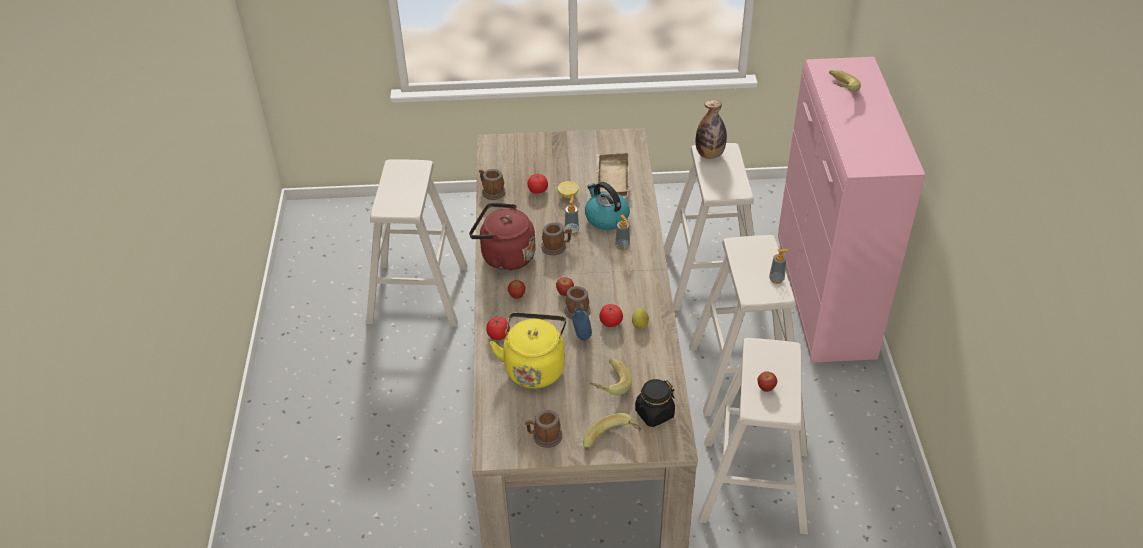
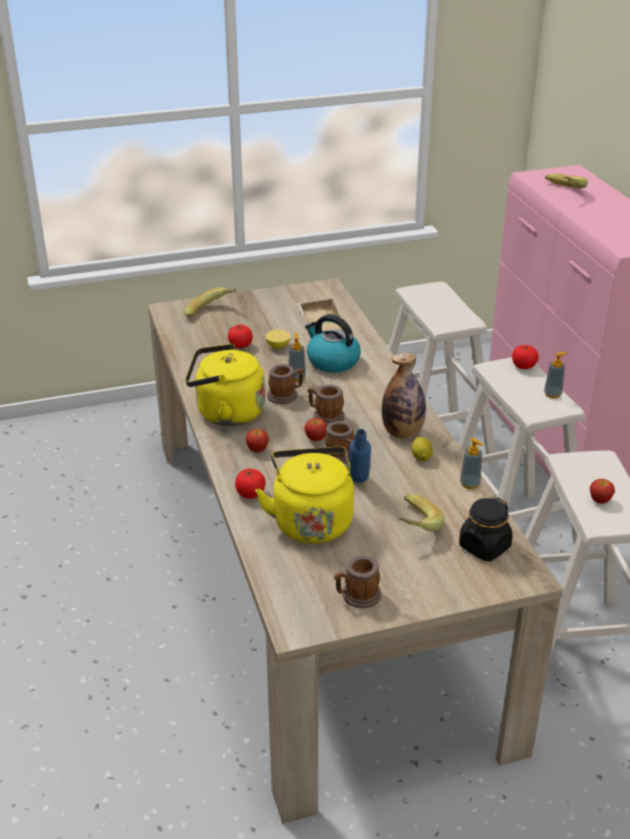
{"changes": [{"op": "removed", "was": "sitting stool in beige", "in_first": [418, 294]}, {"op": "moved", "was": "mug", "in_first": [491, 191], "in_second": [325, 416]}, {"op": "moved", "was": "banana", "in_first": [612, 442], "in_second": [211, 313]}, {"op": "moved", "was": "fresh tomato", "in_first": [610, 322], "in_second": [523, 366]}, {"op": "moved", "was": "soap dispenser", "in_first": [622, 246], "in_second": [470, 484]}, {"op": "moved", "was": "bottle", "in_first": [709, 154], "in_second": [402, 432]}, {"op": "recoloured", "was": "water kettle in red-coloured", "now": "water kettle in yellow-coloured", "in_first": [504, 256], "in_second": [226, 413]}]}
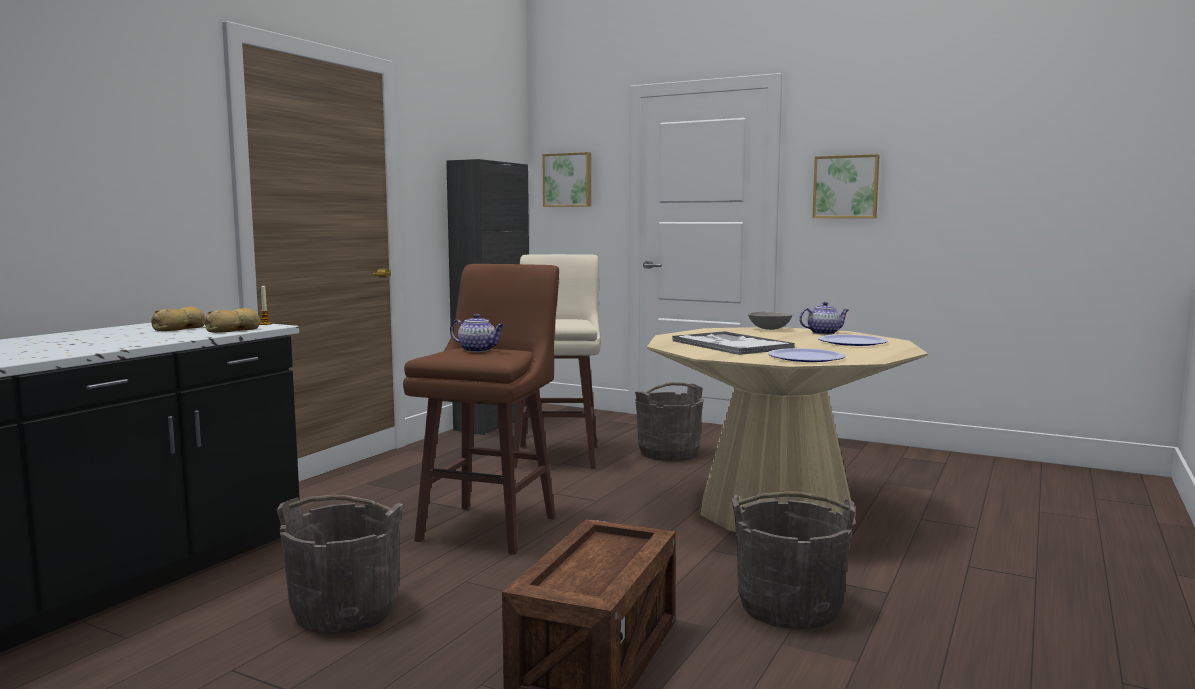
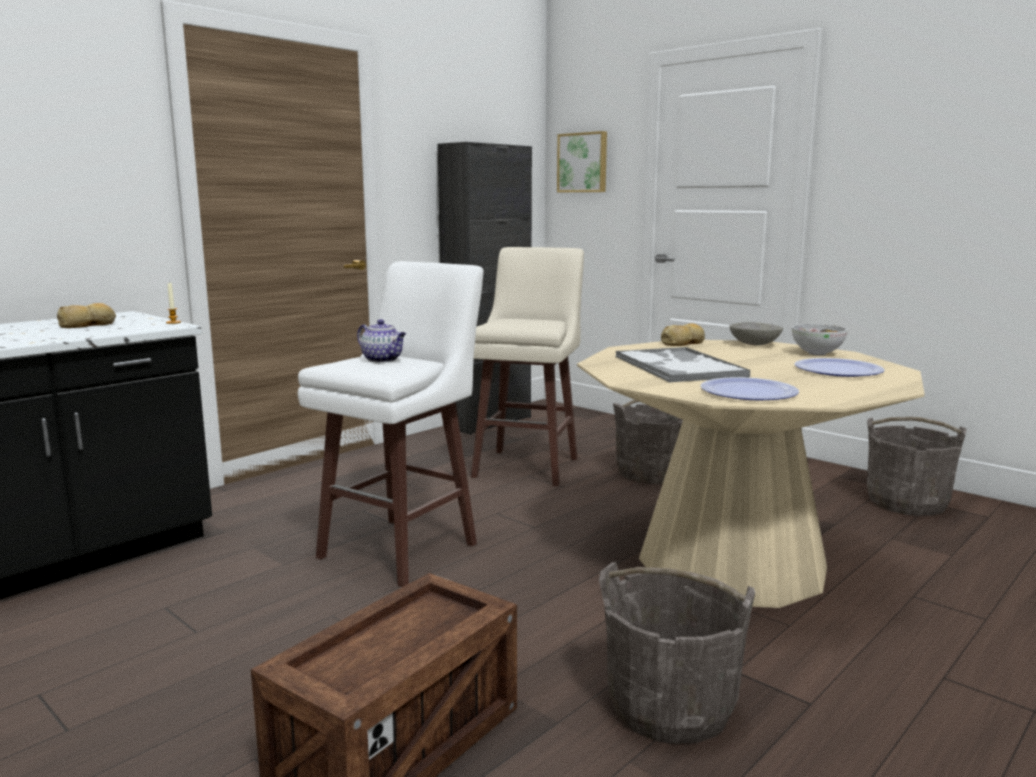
{"changes": [{"op": "removed", "was": "wall picture", "in_first": [846, 187]}, {"op": "moved", "was": "baked bread", "in_first": [234, 330], "in_second": [683, 343]}, {"op": "moved", "was": "water bucket in gray", "in_first": [346, 611], "in_second": [907, 502]}, {"op": "replaced", "was": "pot for tea", "now": "serving bowl", "in_first": [824, 333], "in_second": [817, 353]}, {"op": "recoloured", "was": "sitting stool in brown-coloured", "now": "sitting stool in white", "in_first": [491, 527], "in_second": [402, 549]}]}
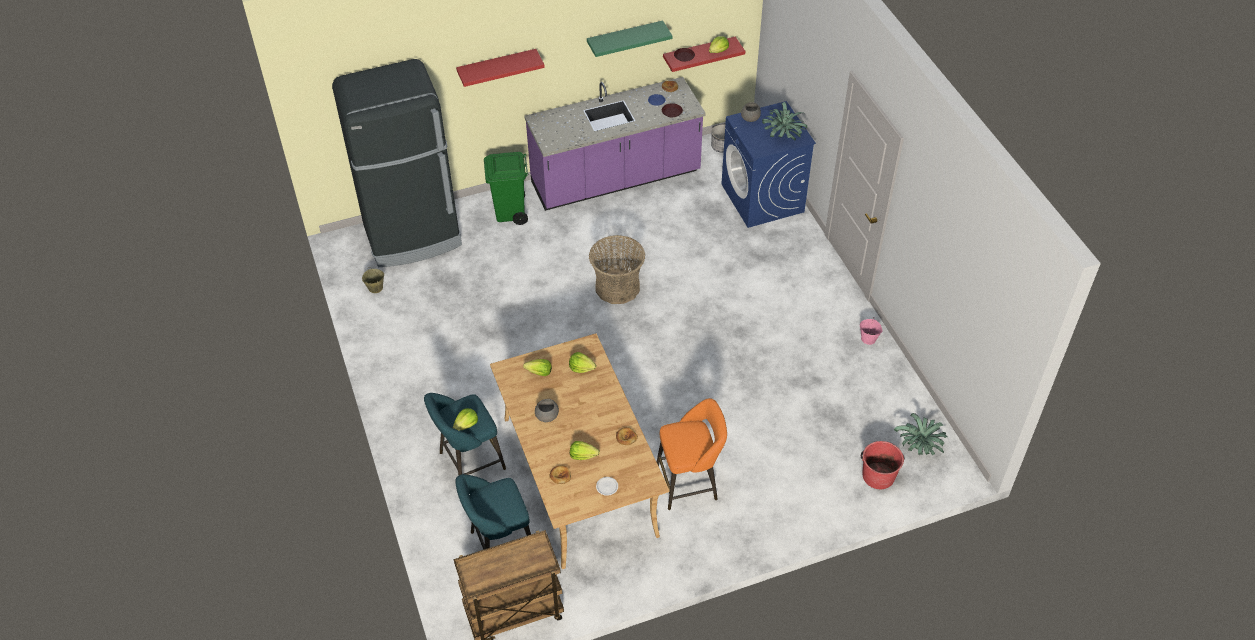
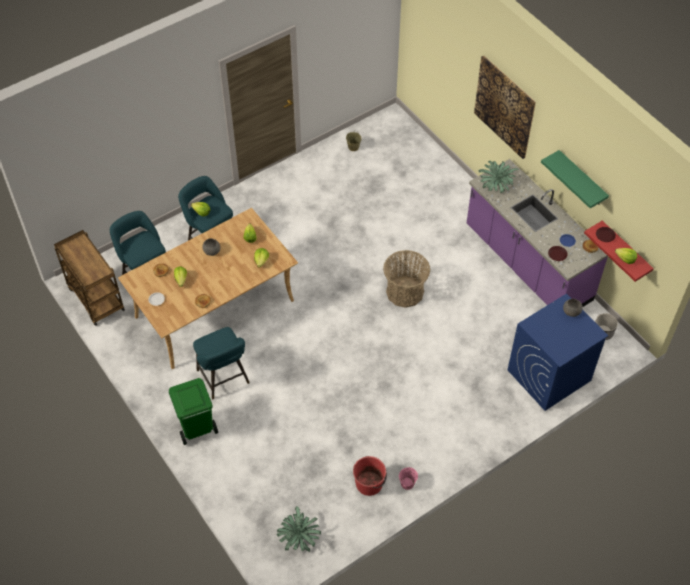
{"changes": [{"op": "removed", "was": "kitchen fridge in black", "in_first": [413, 236]}, {"op": "moved", "was": "trash can in green", "in_first": [510, 212], "in_second": [196, 428]}, {"op": "moved", "was": "houseplant", "in_first": [783, 136], "in_second": [496, 186]}, {"op": "moved", "was": "water bucket in red-coloured", "in_first": [878, 475], "in_second": [369, 483]}, {"op": "replaced", "was": "wall shelf in red-coloured", "now": "wall picture", "in_first": [497, 67], "in_second": [504, 107]}, {"op": "recoloured", "was": "sitting stool in orangey", "now": "sitting stool in turquoise", "in_first": [690, 483], "in_second": [224, 379]}]}
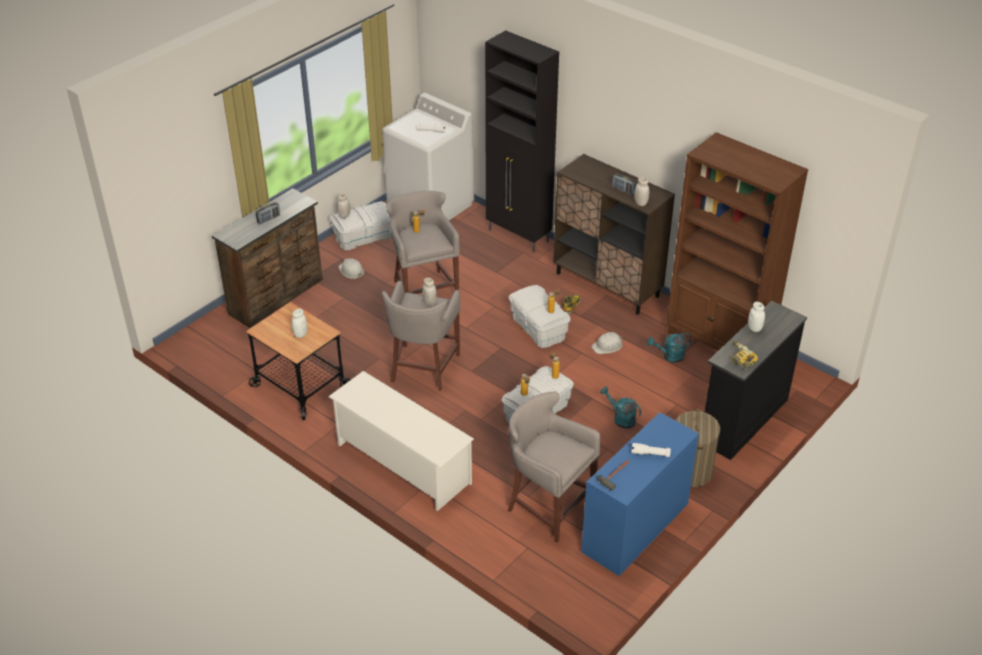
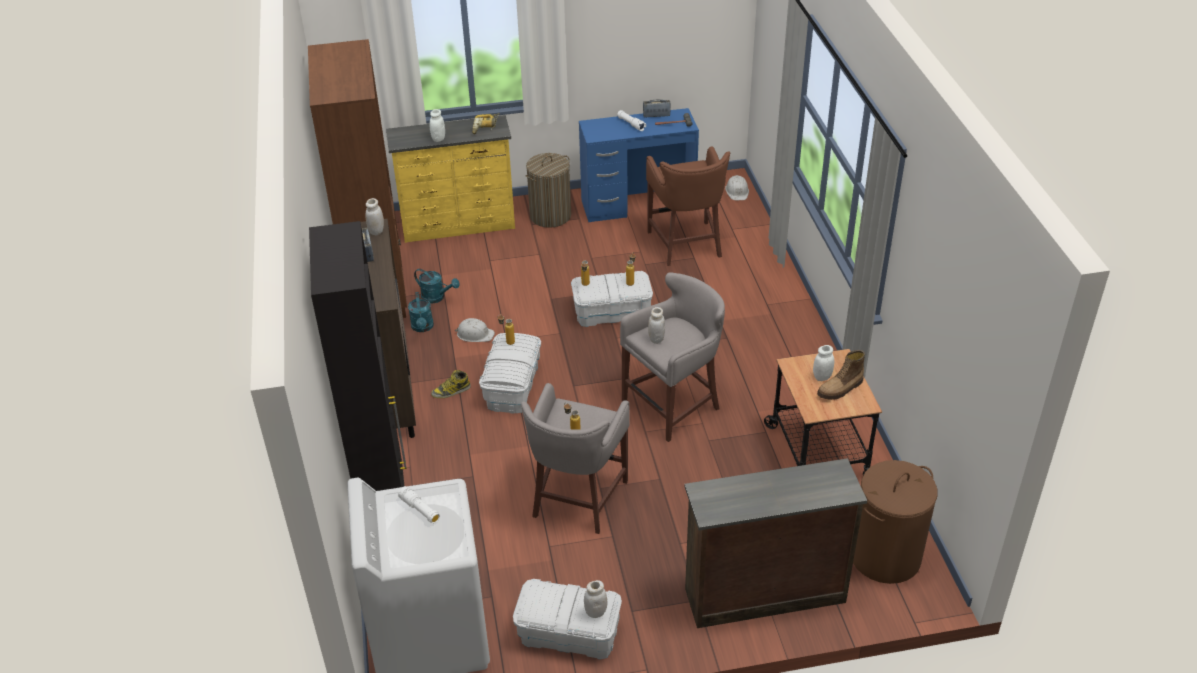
{"changes": [{"op": "removed", "was": "shoe stand in white", "in_first": [402, 463]}, {"op": "added", "now": "high-top boot", "in_second": [841, 389]}, {"op": "added", "now": "washing basket in brown-coloured", "in_second": [885, 557]}, {"op": "moved", "was": "radio set", "in_first": [268, 219], "in_second": [656, 115]}, {"op": "moved", "was": "safety helmet in white", "in_first": [351, 271], "in_second": [737, 191]}, {"op": "moved", "was": "watering can in turquoise", "in_first": [621, 418], "in_second": [422, 327]}, {"op": "recoloured", "was": "sitting stool in gray", "now": "sitting stool in brown-coloured", "in_first": [548, 506], "in_second": [686, 245]}, {"op": "recoloured", "was": "dresser in black", "now": "dresser in yellow-coloured", "in_first": [742, 420], "in_second": [459, 226]}]}
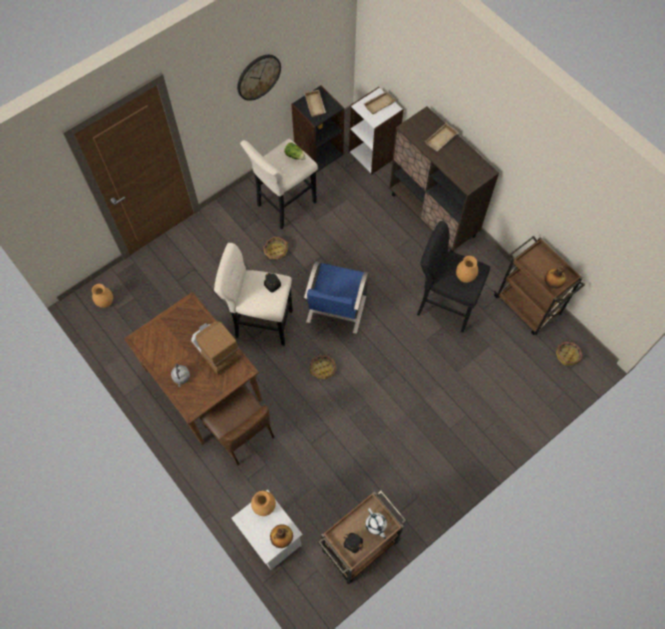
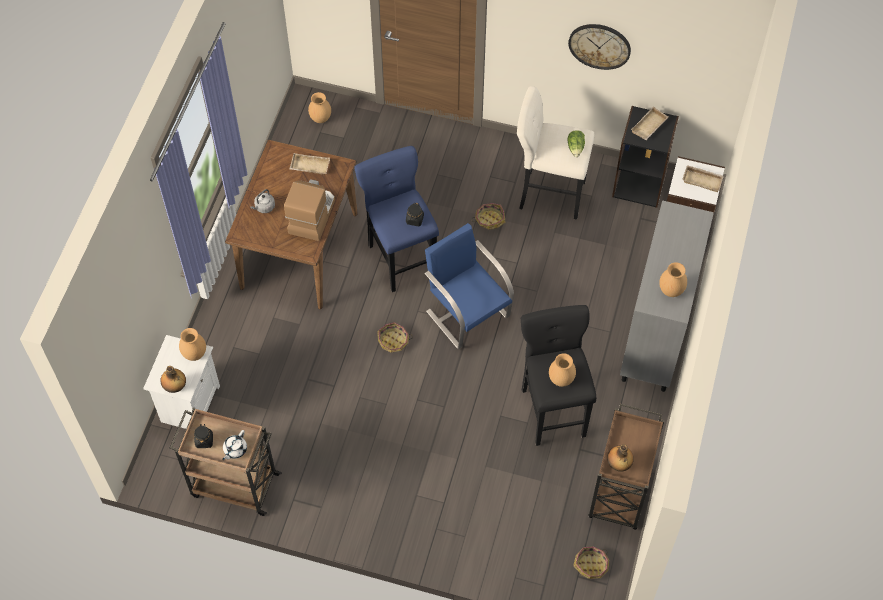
{"changes": [{"op": "removed", "was": "upright chair in brown-coloured", "in_first": [240, 432]}, {"op": "added", "now": "vase in brown-coloured", "in_second": [671, 290]}, {"op": "moved", "was": "serving tray in beige", "in_first": [441, 140], "in_second": [309, 167]}, {"op": "recoloured", "was": "sitting stool in beige", "now": "sitting stool in bluish", "in_first": [261, 322], "in_second": [400, 257]}, {"op": "recoloured", "was": "cupboard in brown-coloured", "now": "cupboard in gray", "in_first": [433, 215], "in_second": [655, 336]}, {"op": "turned", "was": "upright chair in bluish", "in_first": [335, 309], "in_second": [467, 312], "clockwise": 75}]}
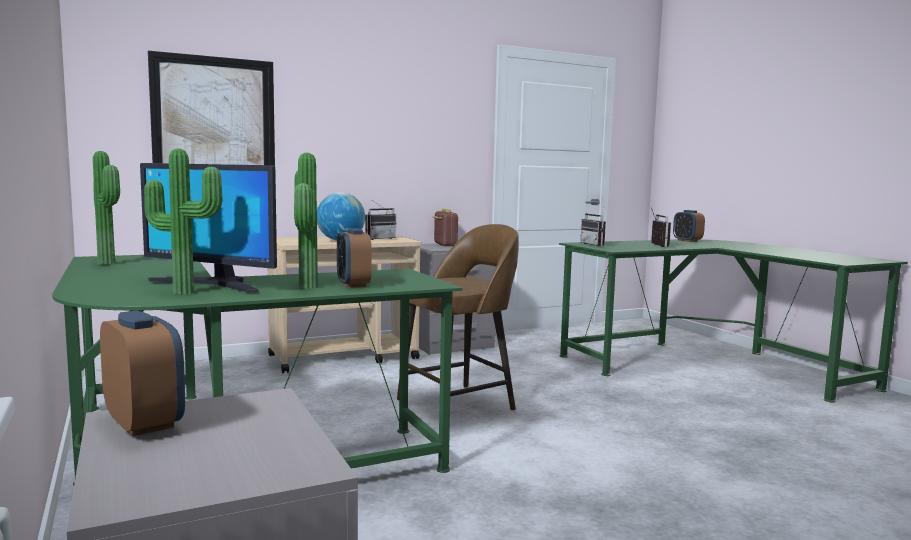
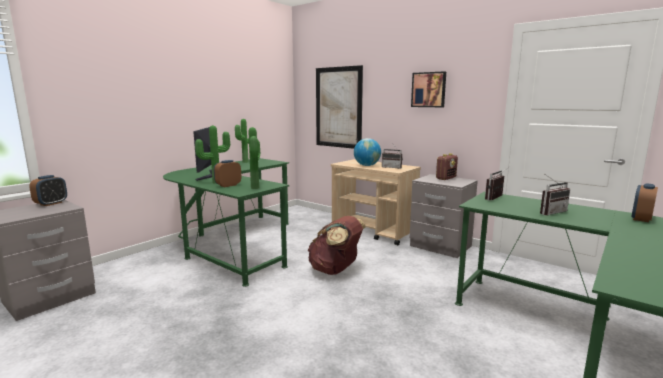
{"changes": [{"op": "added", "now": "wall picture", "in_second": [429, 89]}, {"op": "moved", "was": "houseplant", "in_first": [186, 291], "in_second": [256, 188]}, {"op": "replaced", "was": "sitting stool in brown-coloured", "now": "rucksack in brown-coloured", "in_first": [459, 404], "in_second": [335, 270]}]}
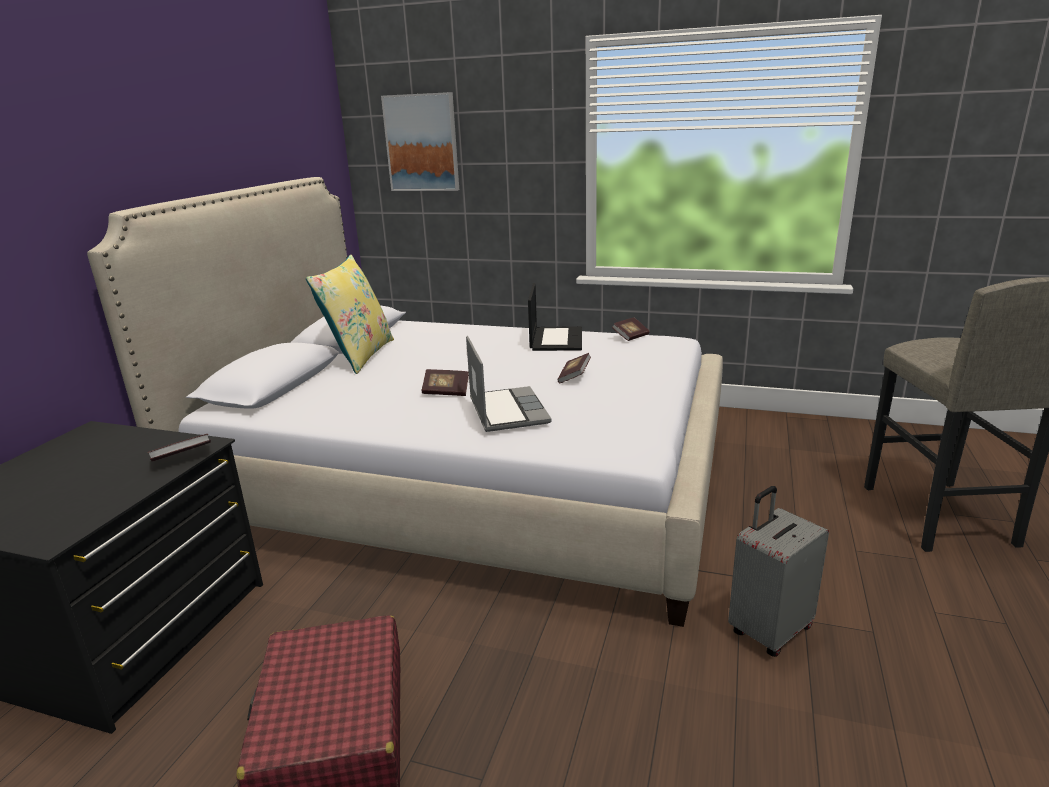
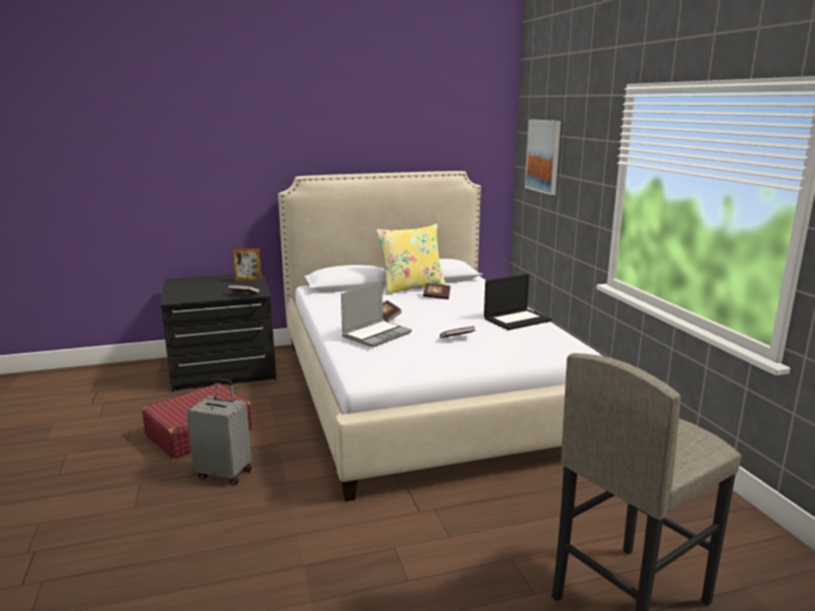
{"changes": [{"op": "added", "now": "photo frame", "in_second": [248, 280]}, {"op": "moved", "was": "bound book", "in_first": [630, 337], "in_second": [436, 297]}, {"op": "moved", "was": "travel case in gray", "in_first": [768, 630], "in_second": [225, 473]}]}
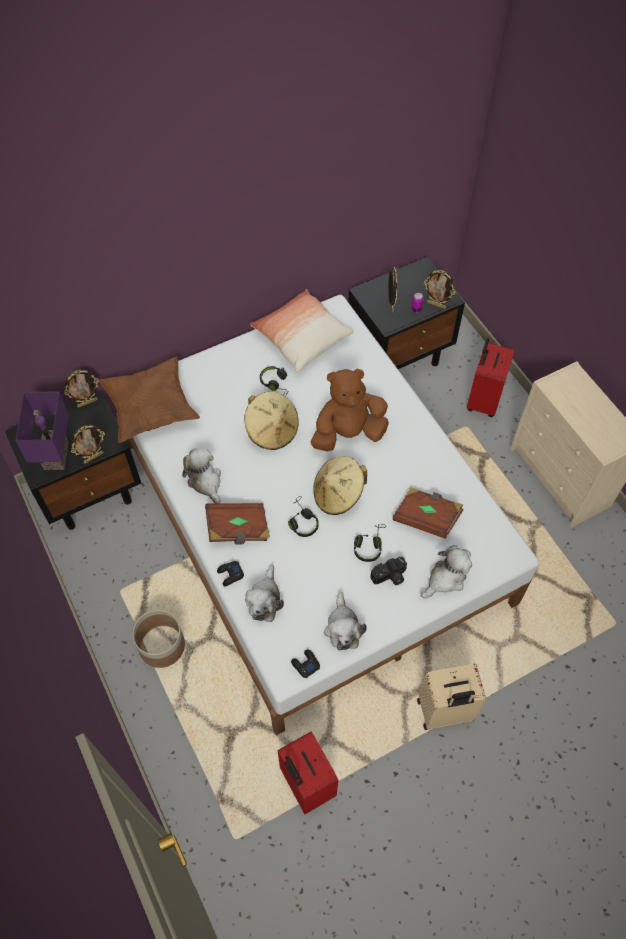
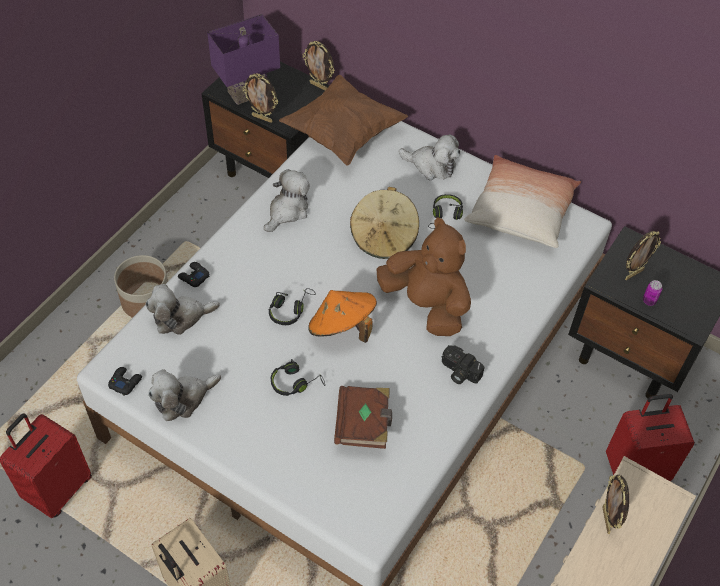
{"changes": [{"op": "removed", "was": "bound book in brown-coloured", "in_first": [238, 529]}, {"op": "moved", "was": "photo camera", "in_first": [389, 577], "in_second": [458, 372]}, {"op": "moved", "was": "plush toy", "in_first": [446, 578], "in_second": [431, 166]}, {"op": "moved", "was": "photo frame", "in_first": [436, 305], "in_second": [607, 520]}, {"op": "recoloured", "was": "hat in beige", "now": "hat in orangey", "in_first": [338, 494], "in_second": [342, 328]}]}
